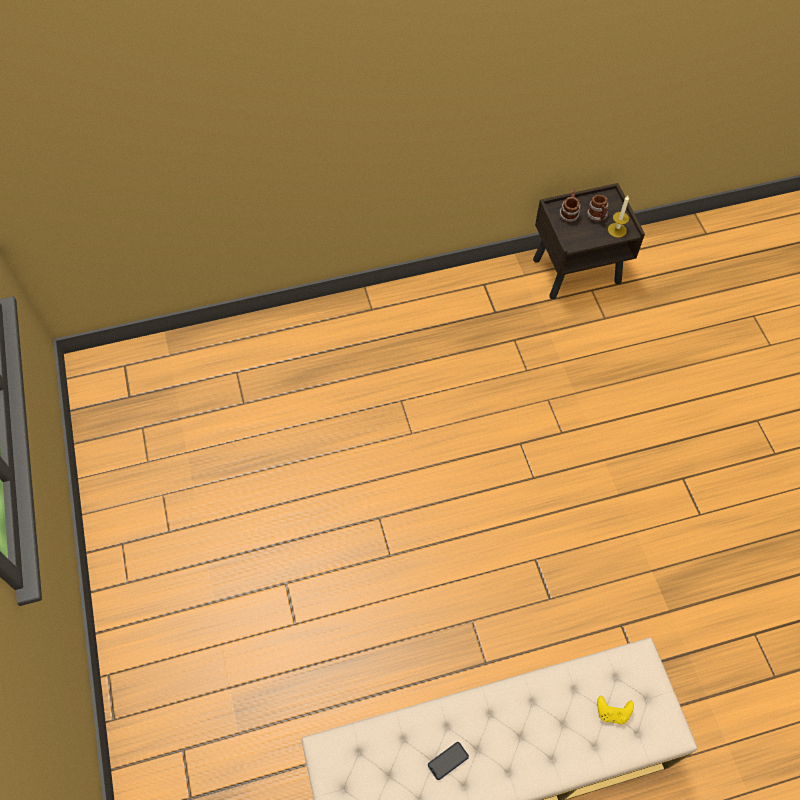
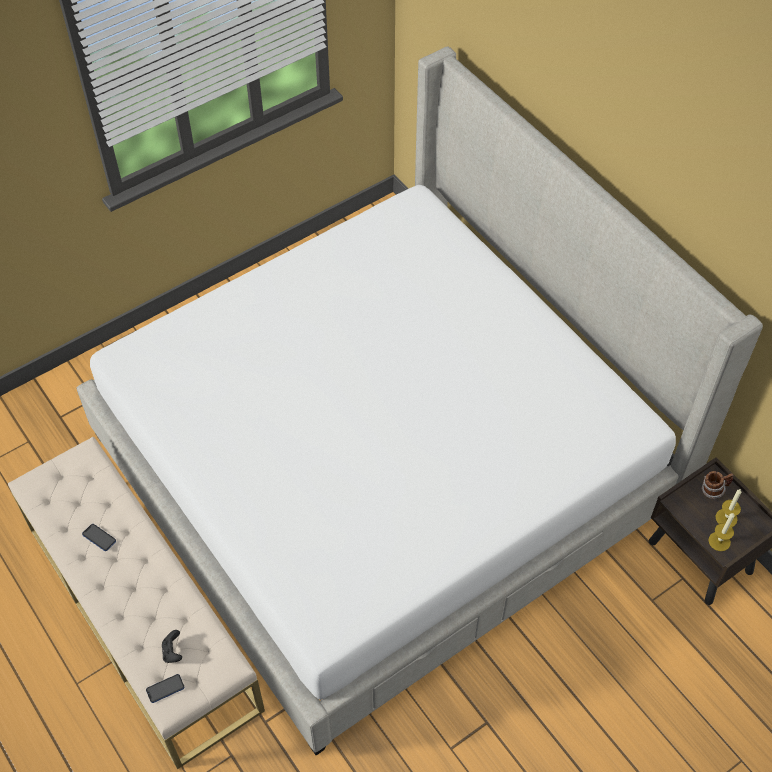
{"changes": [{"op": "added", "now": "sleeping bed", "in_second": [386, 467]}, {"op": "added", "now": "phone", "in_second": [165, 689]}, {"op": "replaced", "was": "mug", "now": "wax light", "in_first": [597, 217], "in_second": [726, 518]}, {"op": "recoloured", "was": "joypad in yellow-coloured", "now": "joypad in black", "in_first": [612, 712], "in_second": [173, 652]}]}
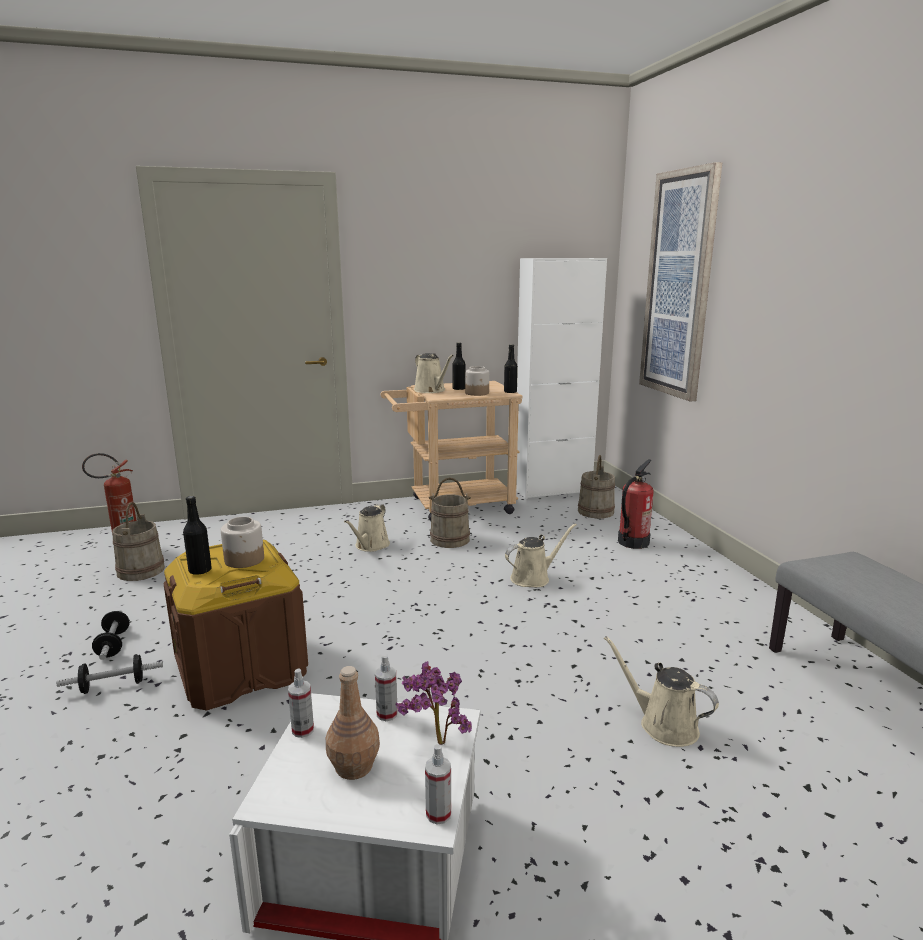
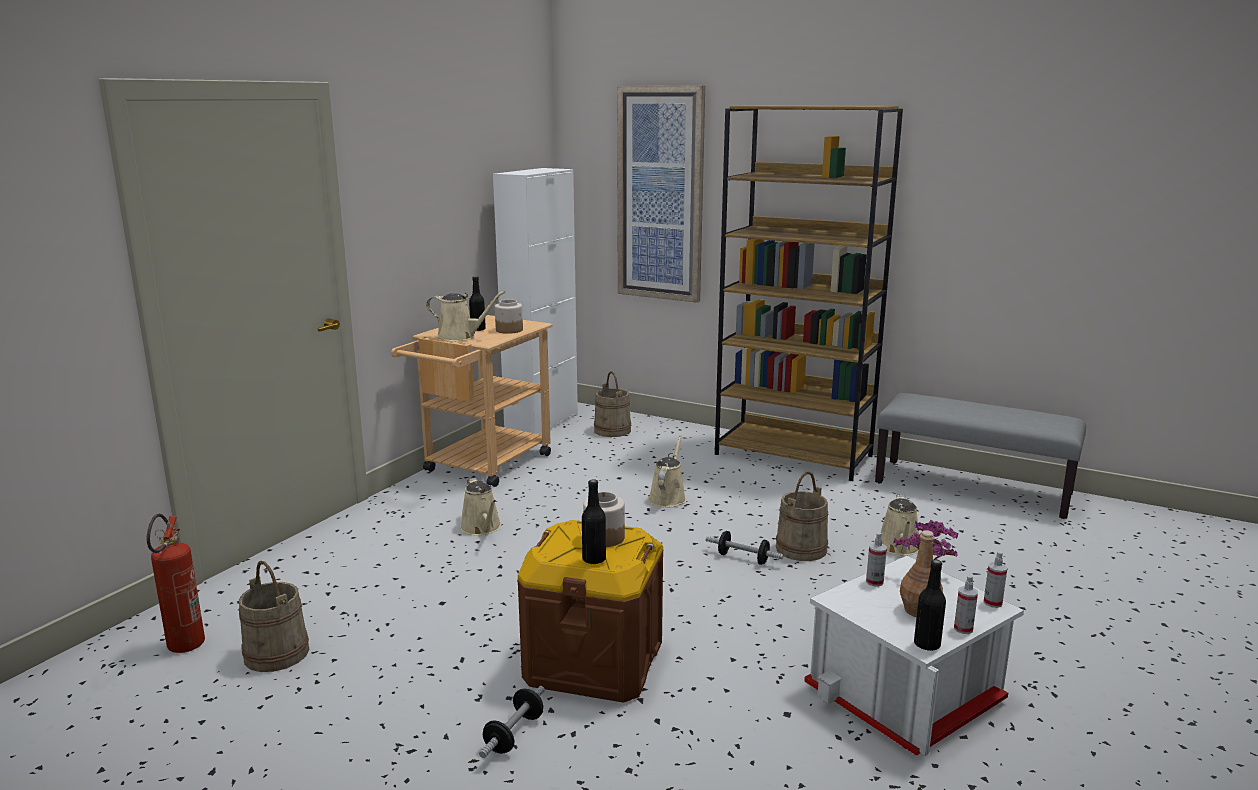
{"changes": [{"op": "removed", "was": "fire-fighting cylinder", "in_first": [632, 542]}, {"op": "added", "now": "bookshelf in brown-coloured", "in_second": [794, 455]}, {"op": "moved", "was": "hand weight", "in_first": [113, 645], "in_second": [743, 558]}, {"op": "moved", "was": "sprayer", "in_first": [303, 730], "in_second": [963, 629]}, {"op": "moved", "was": "water bucket in beige", "in_first": [450, 539], "in_second": [801, 548]}, {"op": "moved", "was": "bottle in black", "in_first": [510, 392], "in_second": [927, 644]}, {"op": "turned", "was": "watering can in beige", "in_first": [663, 724], "in_second": [899, 548], "clockwise": -75}]}
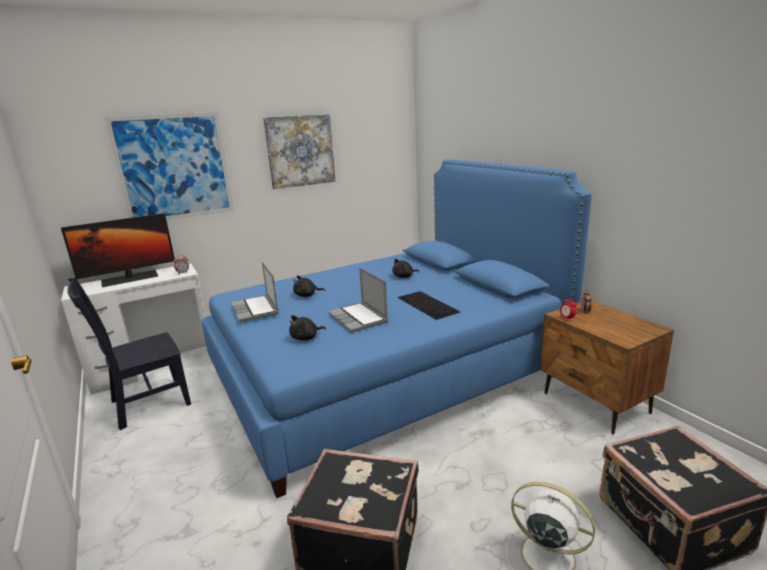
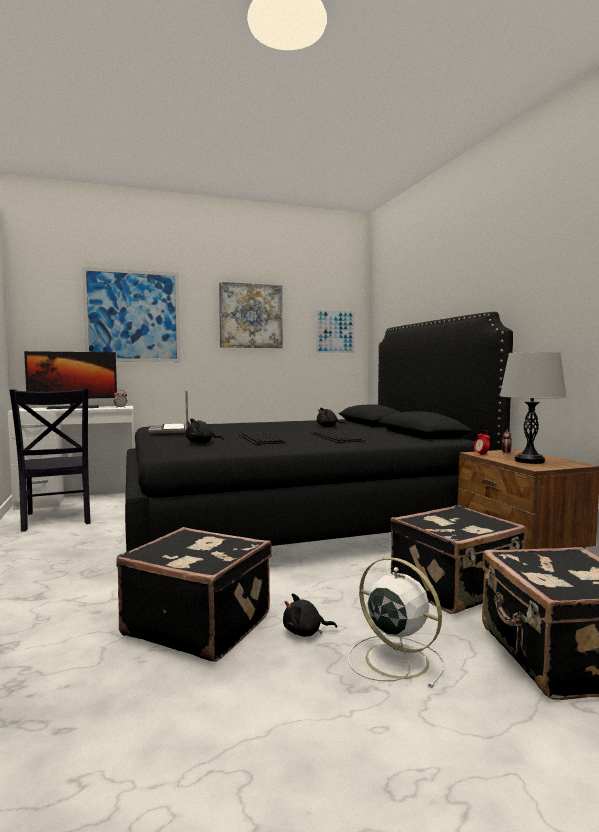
{"changes": [{"op": "added", "now": "wall picture", "in_second": [335, 331]}, {"op": "added", "now": "travel case in black", "in_second": [456, 588]}, {"op": "added", "now": "tabletop lamp in gray", "in_second": [529, 461]}, {"op": "moved", "was": "plush toy in black", "in_first": [307, 295], "in_second": [305, 632]}, {"op": "replaced", "was": "portable computer", "now": "keyboard", "in_first": [359, 318], "in_second": [261, 438]}, {"op": "recoloured", "was": "sleeping bed in bluish", "now": "sleeping bed in black", "in_first": [385, 370], "in_second": [297, 520]}, {"op": "turned", "was": "upright chair in black", "in_first": [146, 404], "in_second": [57, 519], "clockwise": -90}]}
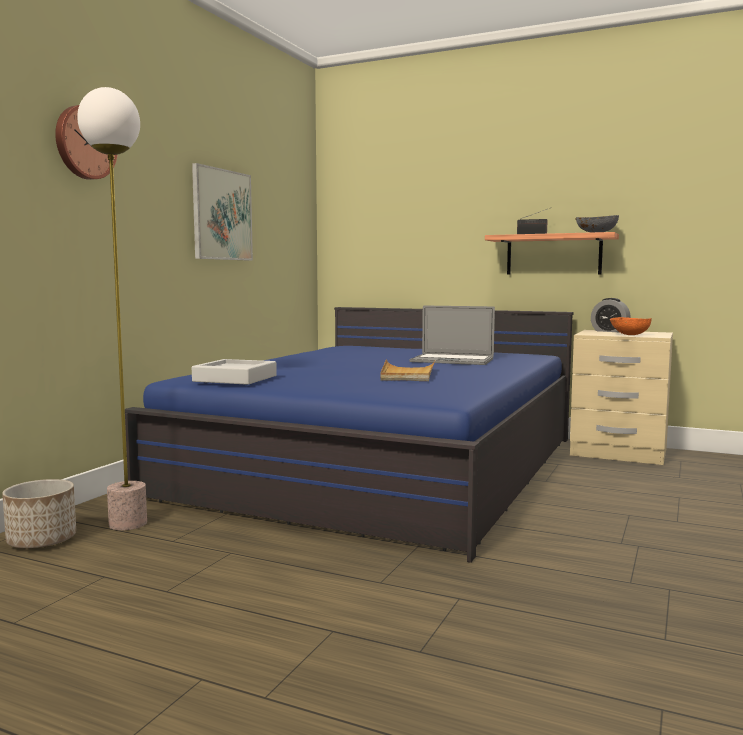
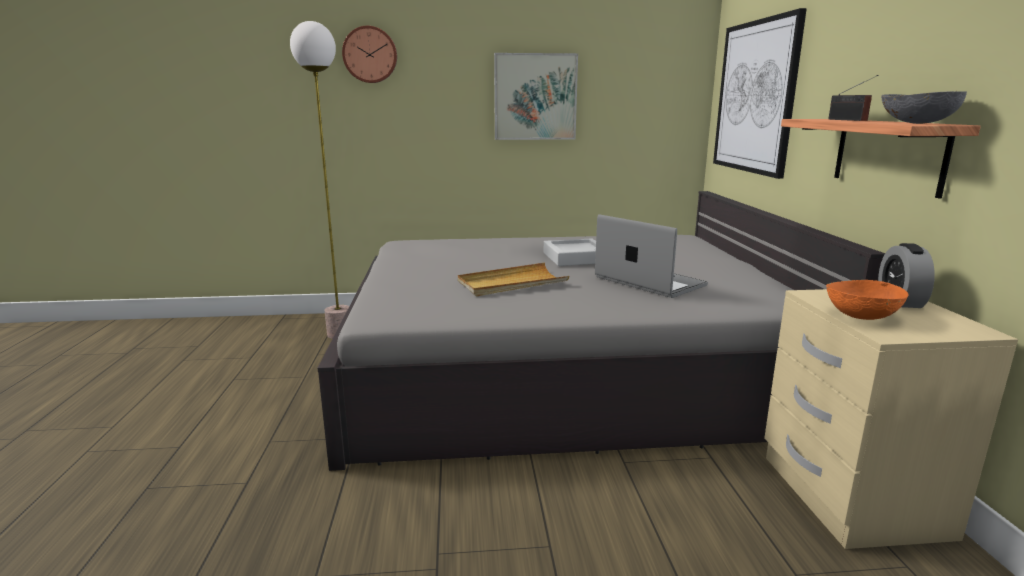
{"changes": [{"op": "removed", "was": "planter", "in_first": [41, 540]}, {"op": "added", "now": "wall picture", "in_second": [755, 97]}, {"op": "moved", "was": "serving tray in gray", "in_first": [235, 378], "in_second": [575, 258]}, {"op": "recoloured", "was": "sleeping bed in bluish", "now": "sleeping bed in gray", "in_first": [384, 465], "in_second": [565, 369]}, {"op": "turned", "was": "portable computer", "in_first": [452, 360], "in_second": [649, 281], "clockwise": 150}]}
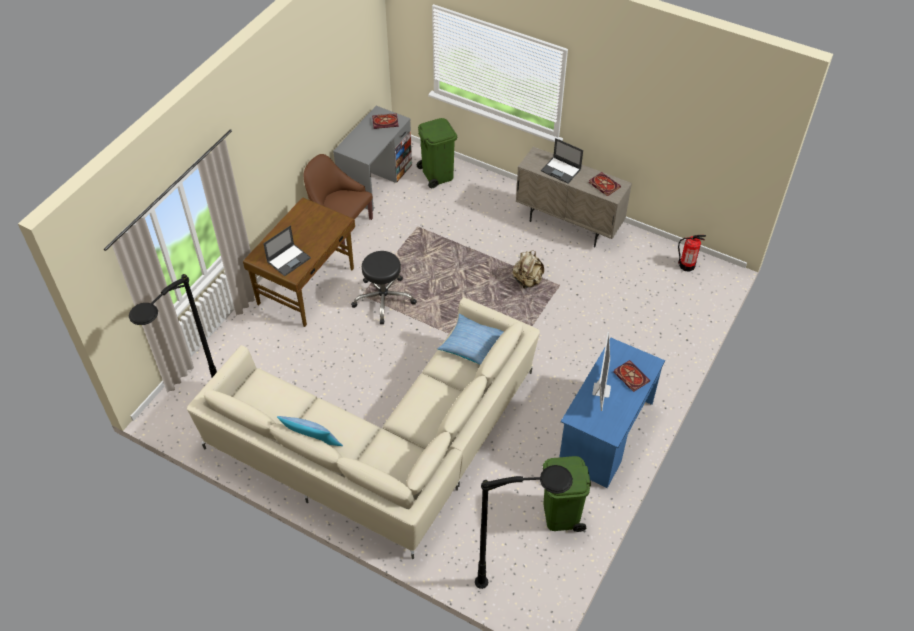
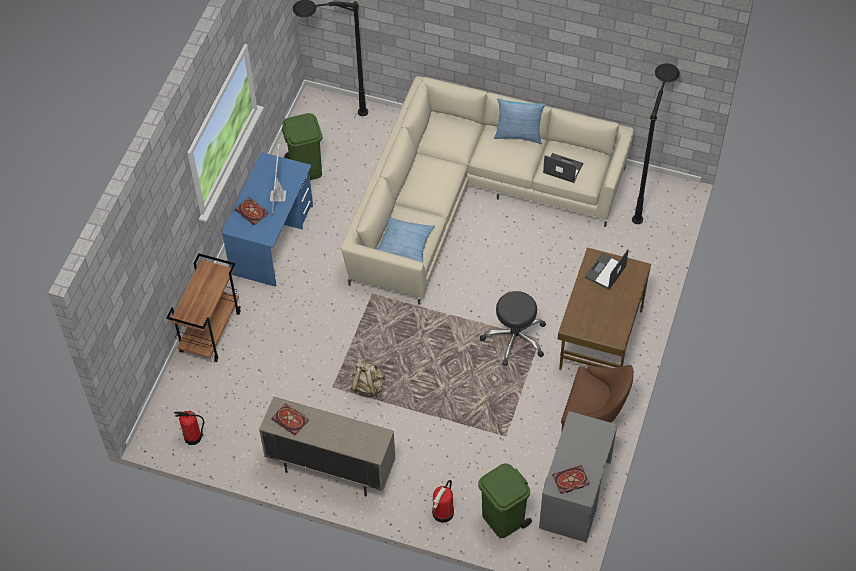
{"changes": [{"op": "added", "now": "wheeled cart in brown-coloured", "in_second": [210, 331]}, {"op": "added", "now": "fire-fighting cylinder", "in_second": [443, 513]}, {"op": "moved", "was": "portable computer", "in_first": [561, 170], "in_second": [562, 168]}]}
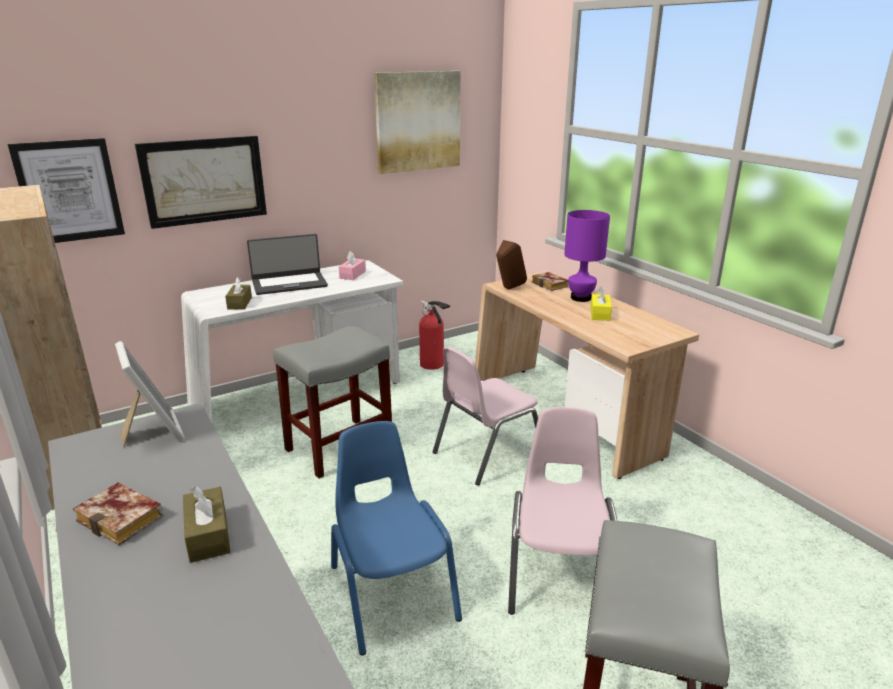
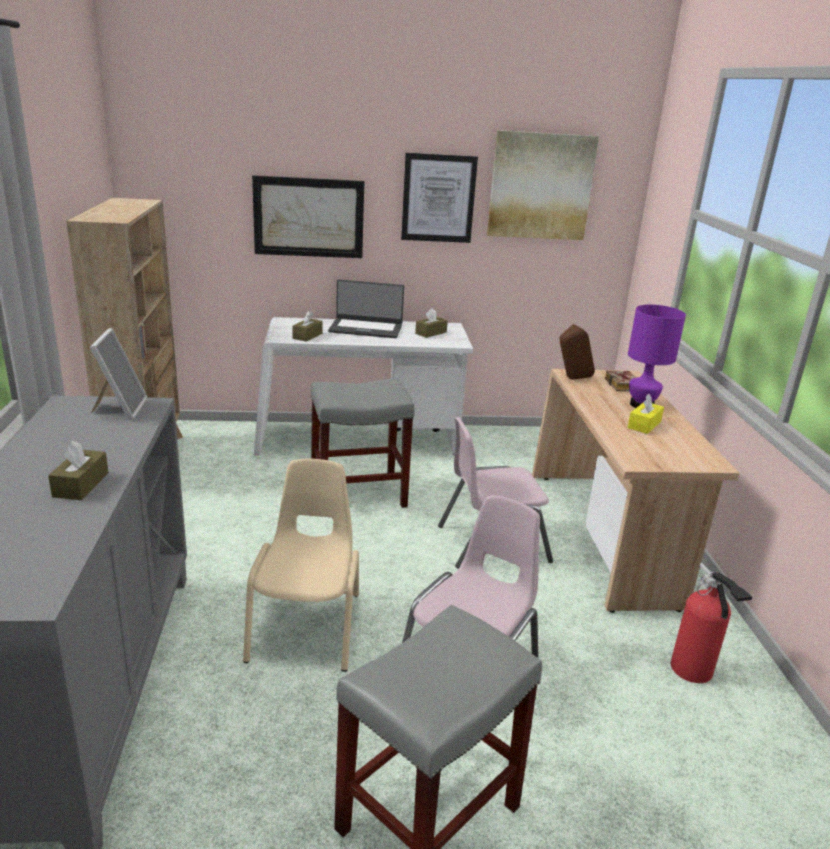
{"changes": [{"op": "removed", "was": "bound book", "in_first": [124, 519]}, {"op": "moved", "was": "wall picture", "in_first": [69, 191], "in_second": [438, 198]}, {"op": "moved", "was": "fire-fighting cylinder", "in_first": [433, 365], "in_second": [694, 672]}, {"op": "recoloured", "was": "upright chair in bluish", "now": "upright chair in beige", "in_first": [392, 592], "in_second": [307, 626]}, {"op": "recoloured", "was": "box of tissues in pink-coloured", "now": "box of tissues in brown-coloured", "in_first": [352, 275], "in_second": [431, 333]}]}
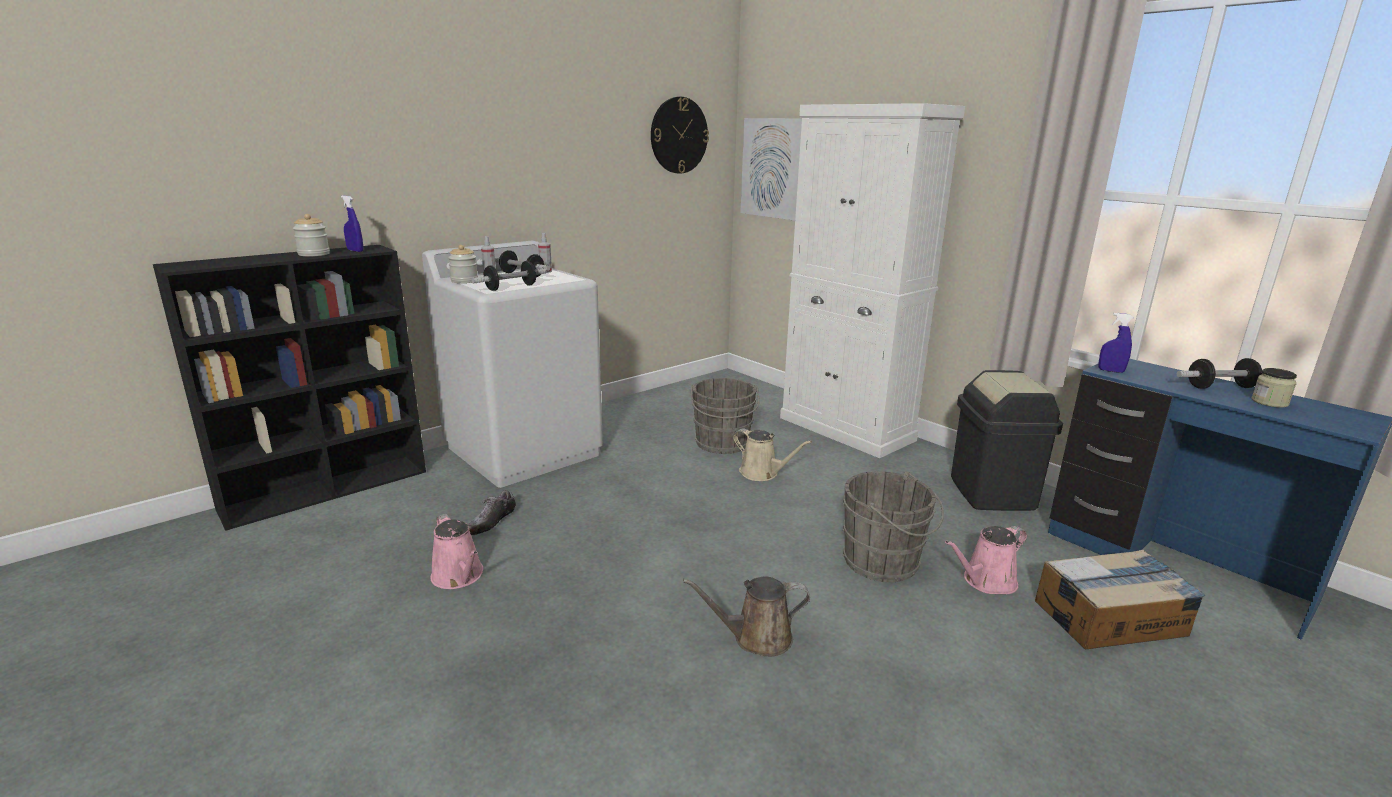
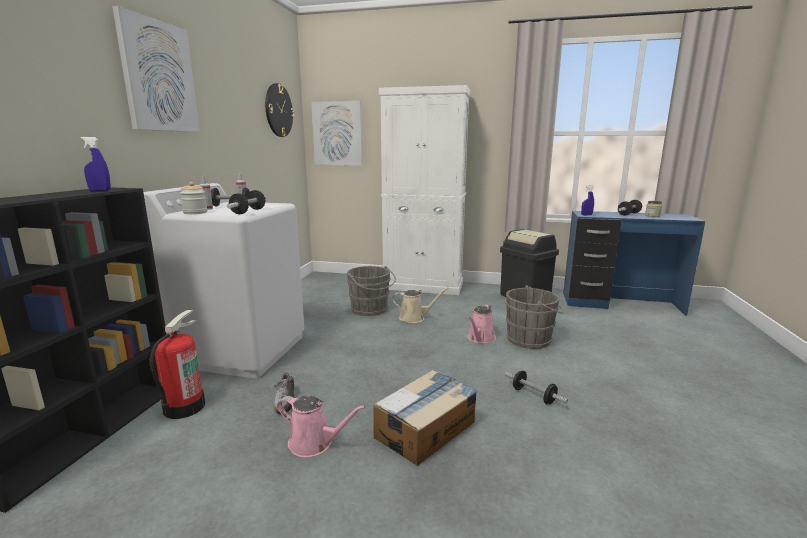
{"changes": [{"op": "removed", "was": "jar", "in_first": [314, 254]}, {"op": "added", "now": "wall picture", "in_second": [158, 76]}, {"op": "added", "now": "fire-fighting cylinder", "in_second": [184, 407]}, {"op": "moved", "was": "watering can in pink-coloured", "in_first": [986, 582], "in_second": [480, 338]}, {"op": "moved", "was": "cardboard box", "in_first": [1111, 618], "in_second": [426, 429]}, {"op": "replaced", "was": "watering can in brown-coloured", "now": "hand weight", "in_first": [756, 638], "in_second": [533, 396]}]}
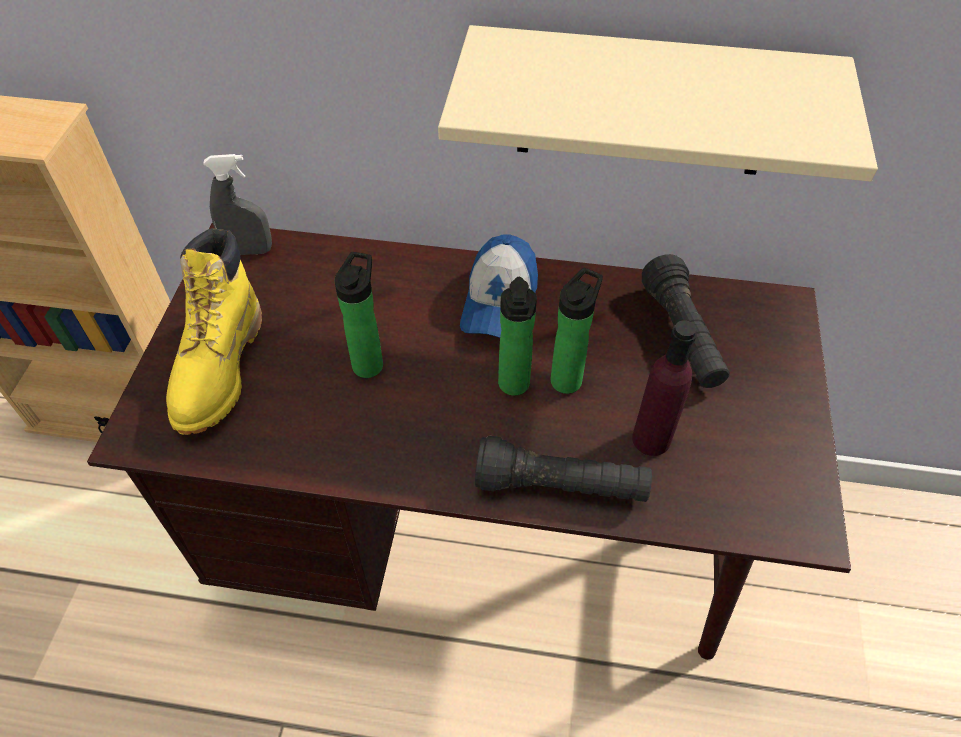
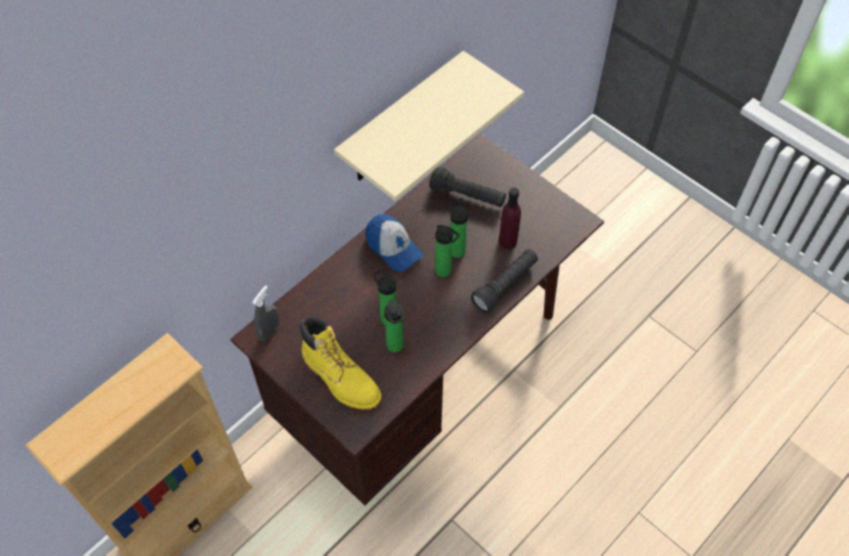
{"changes": [{"op": "added", "now": "bottle", "in_second": [396, 347]}]}
